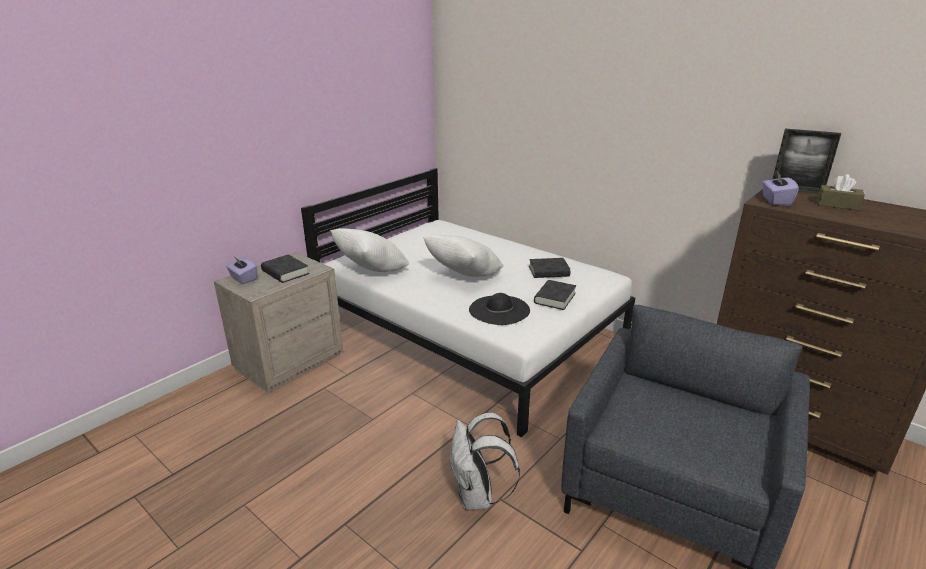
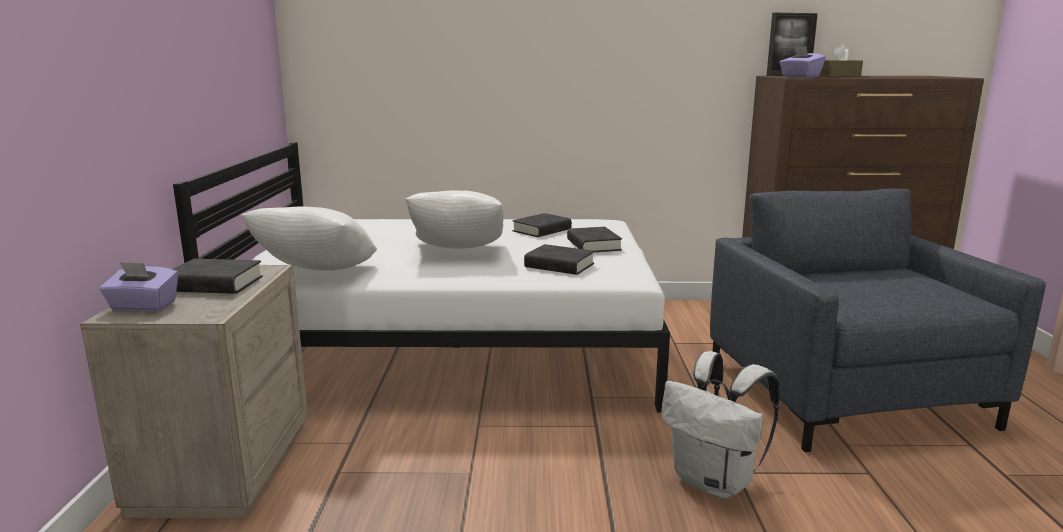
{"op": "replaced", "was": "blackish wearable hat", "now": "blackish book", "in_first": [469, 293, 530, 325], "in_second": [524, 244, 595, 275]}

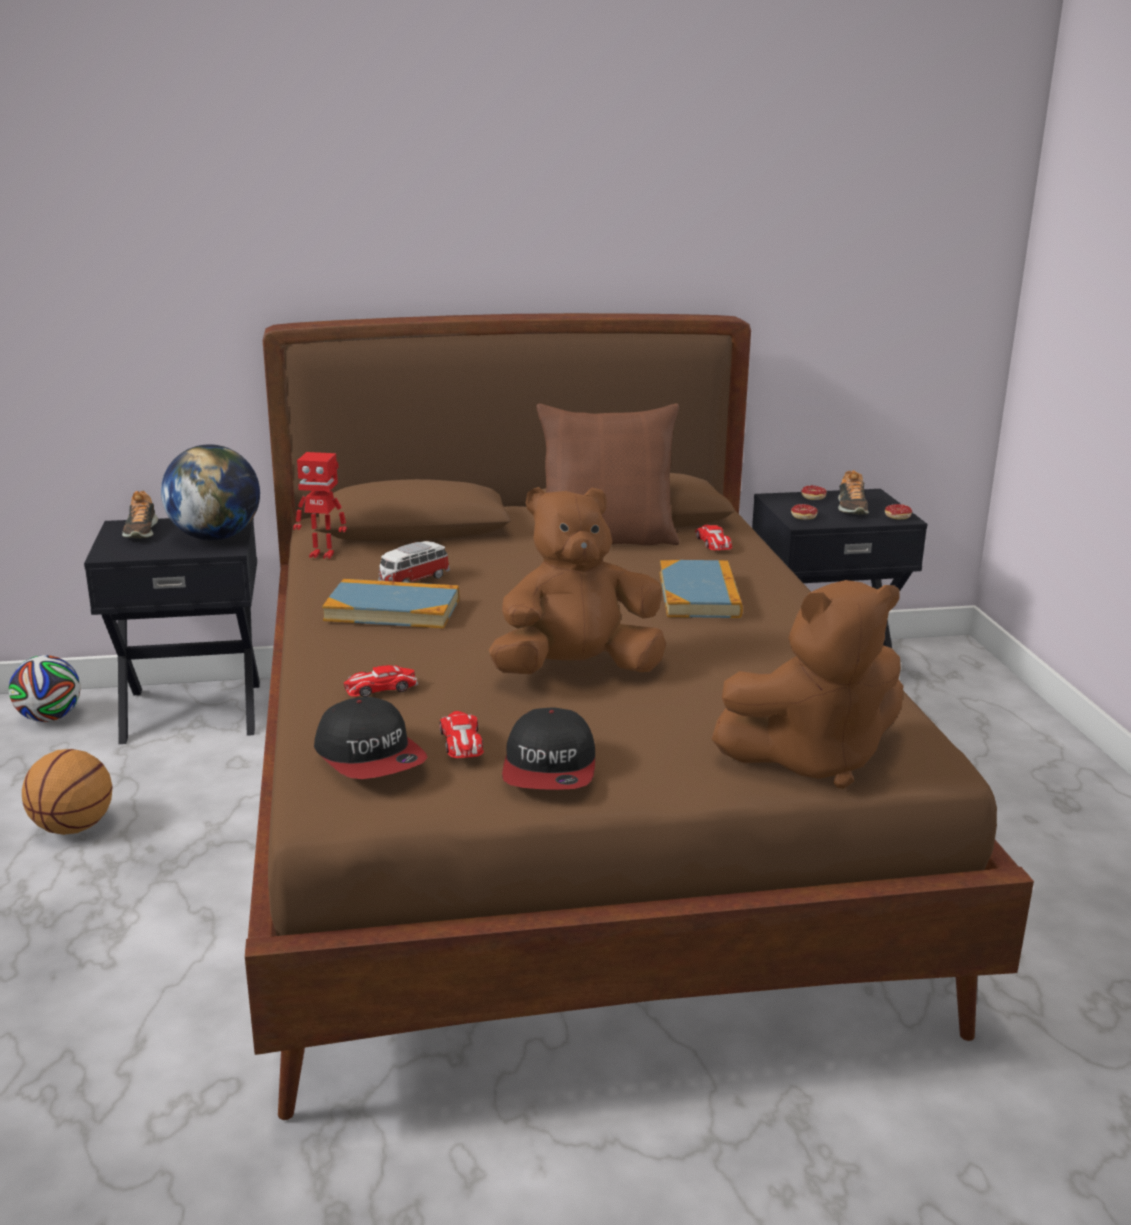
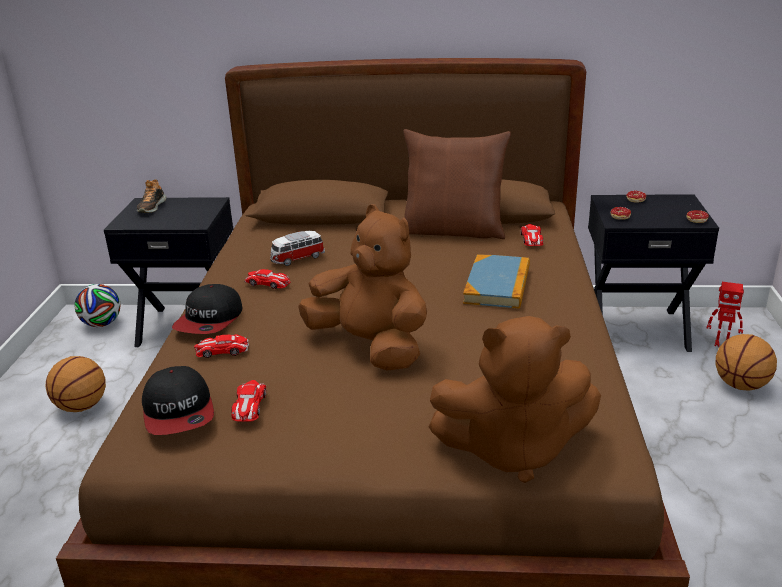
{"op": "removed", "was": "desk globe", "in_first": [161, 444, 260, 540]}
{"op": "removed", "was": "item of footwear", "in_first": [838, 470, 869, 514]}
{"op": "added", "now": "basketball", "in_second": [715, 334, 777, 391]}
{"op": "moved", "was": "model robot", "in_first": [293, 452, 347, 559], "in_second": [707, 282, 744, 347]}
{"op": "moved", "was": "baseball cap", "in_first": [502, 707, 595, 790], "in_second": [172, 284, 242, 334]}
{"op": "replaced", "was": "book", "now": "toy car", "in_first": [322, 579, 459, 628], "in_second": [244, 269, 290, 289]}
{"op": "turned", "was": "brownish plush toy", "in_first": [489, 487, 666, 674], "in_second": [298, 205, 427, 370], "clockwise": 45}

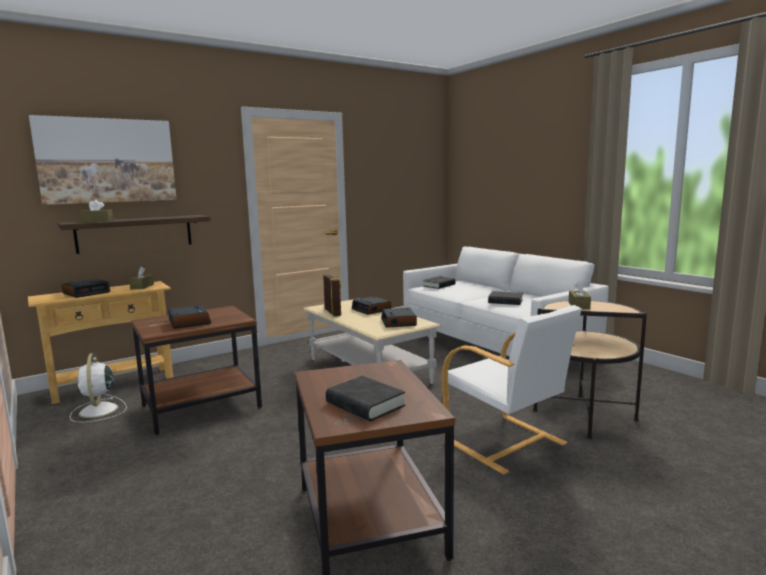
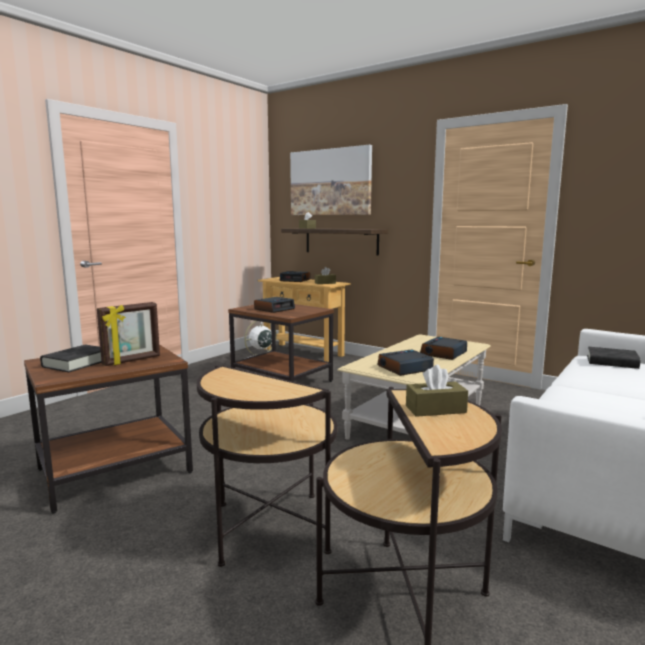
{"op": "removed", "was": "blackish book", "in_first": [488, 291, 523, 305]}
{"op": "moved", "was": "picture frame", "in_first": [323, 275, 341, 316], "in_second": [97, 302, 160, 366]}
{"op": "replaced", "was": "white-coloured lounge chair", "now": "end table", "in_first": [442, 305, 582, 475], "in_second": [197, 365, 337, 567]}

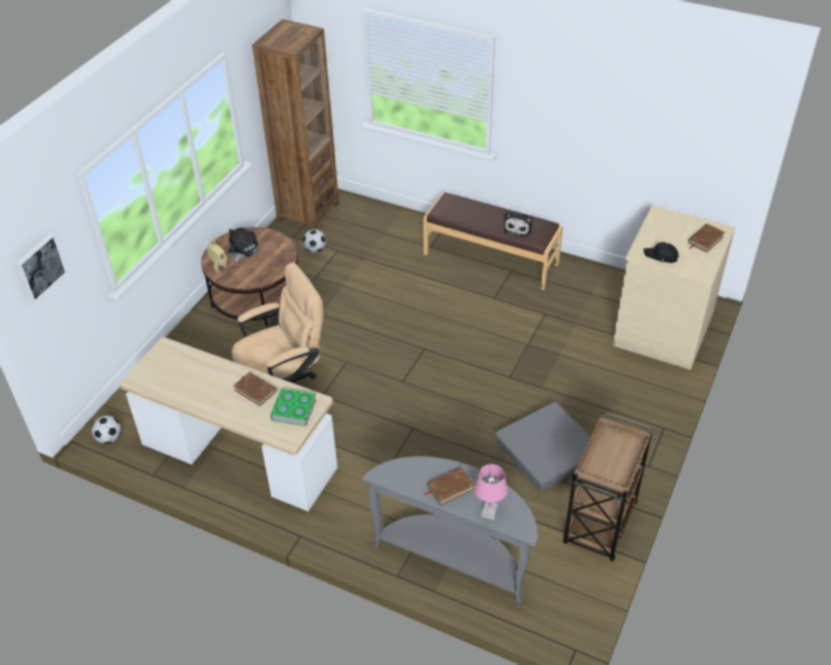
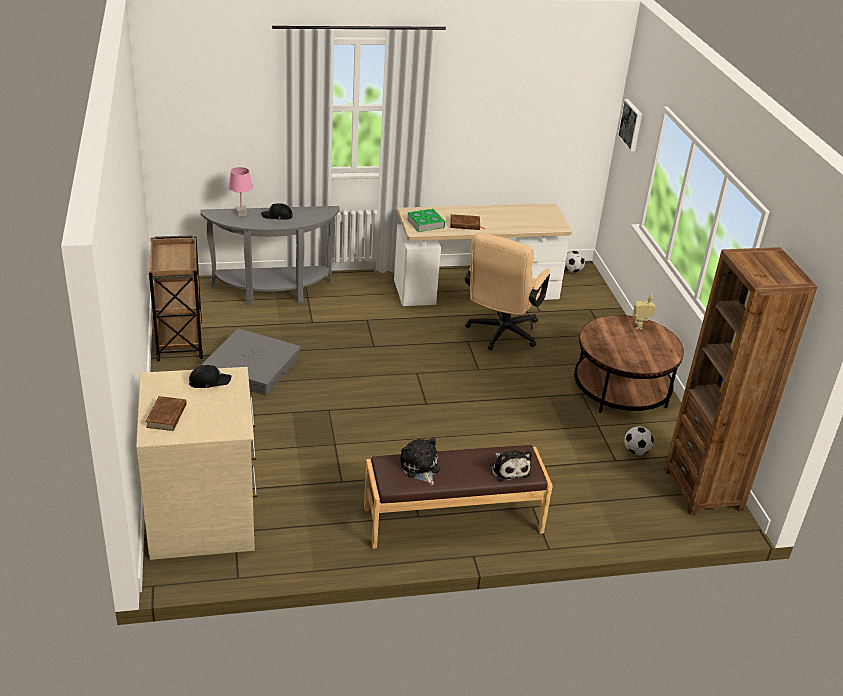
{"op": "moved", "was": "plush toy", "in_first": [228, 227, 258, 263], "in_second": [490, 450, 532, 482]}
{"op": "replaced", "was": "brownish book", "now": "blackish baseball cap", "in_first": [424, 467, 474, 506], "in_second": [261, 203, 293, 220]}

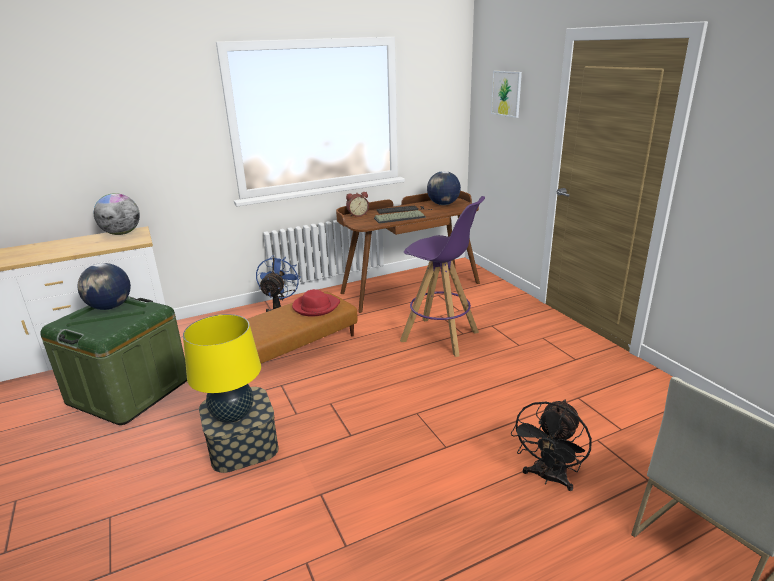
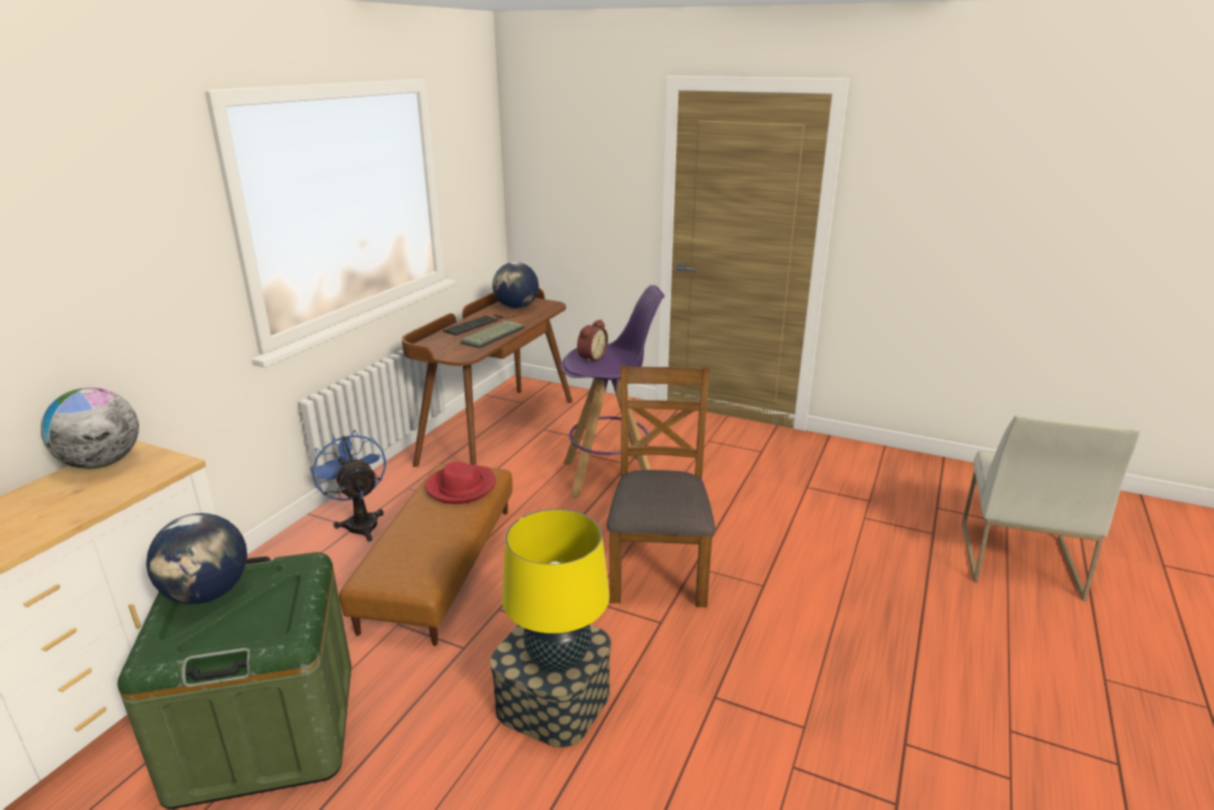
{"op": "removed", "was": "wall picture", "in_first": [491, 71, 522, 118]}
{"op": "removed", "was": "blackish fan", "in_first": [511, 400, 592, 491]}
{"op": "added", "now": "brownish upright chair", "in_second": [607, 365, 715, 607]}
{"op": "moved", "was": "alarm clock", "in_first": [346, 192, 369, 217], "in_second": [577, 319, 608, 363]}

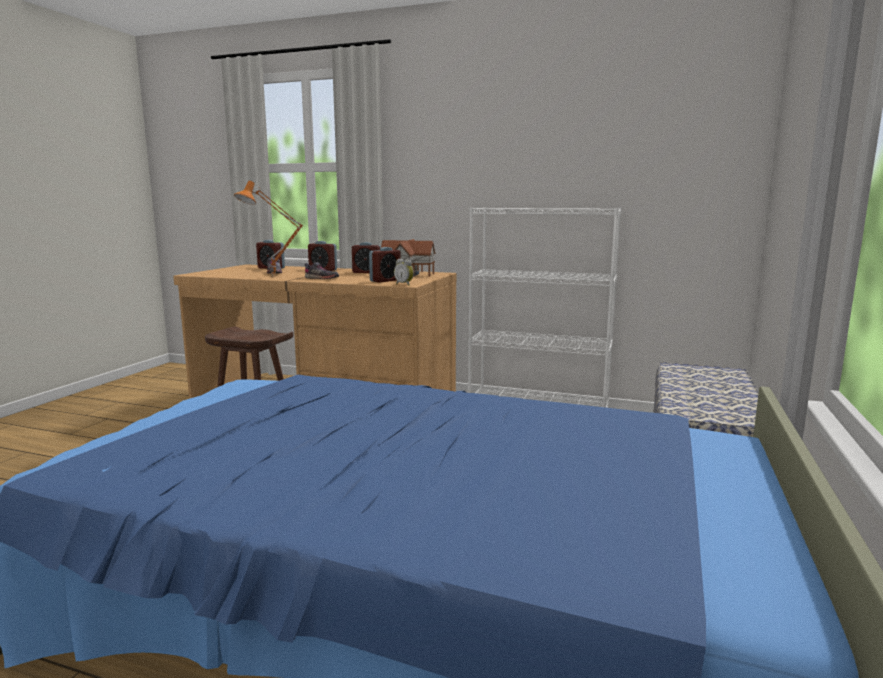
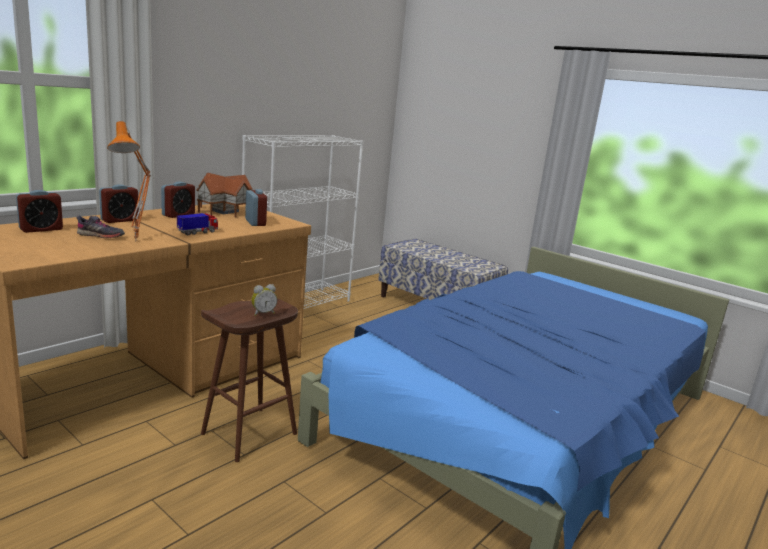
{"op": "moved", "was": "alarm clock", "in_first": [394, 259, 414, 286], "in_second": [251, 284, 277, 316]}
{"op": "replaced", "was": "greyish item of footwear", "now": "toy truck", "in_first": [304, 262, 339, 279], "in_second": [177, 213, 218, 235]}

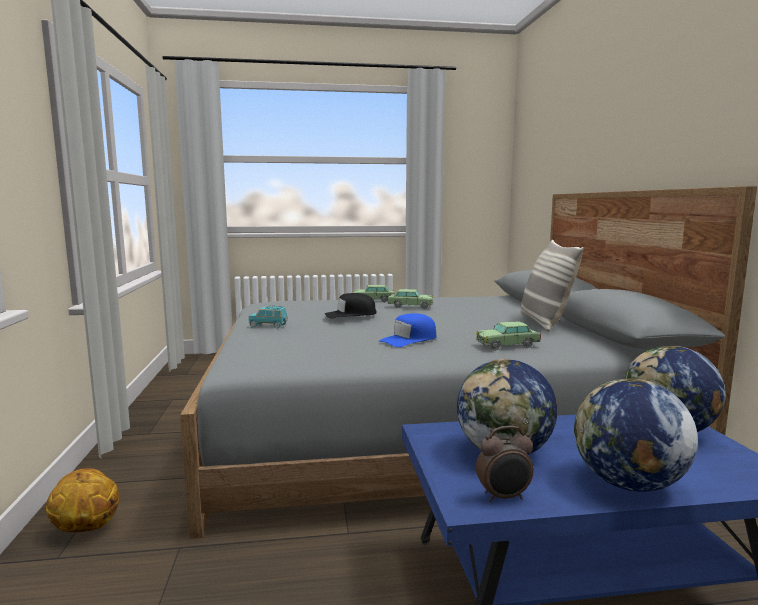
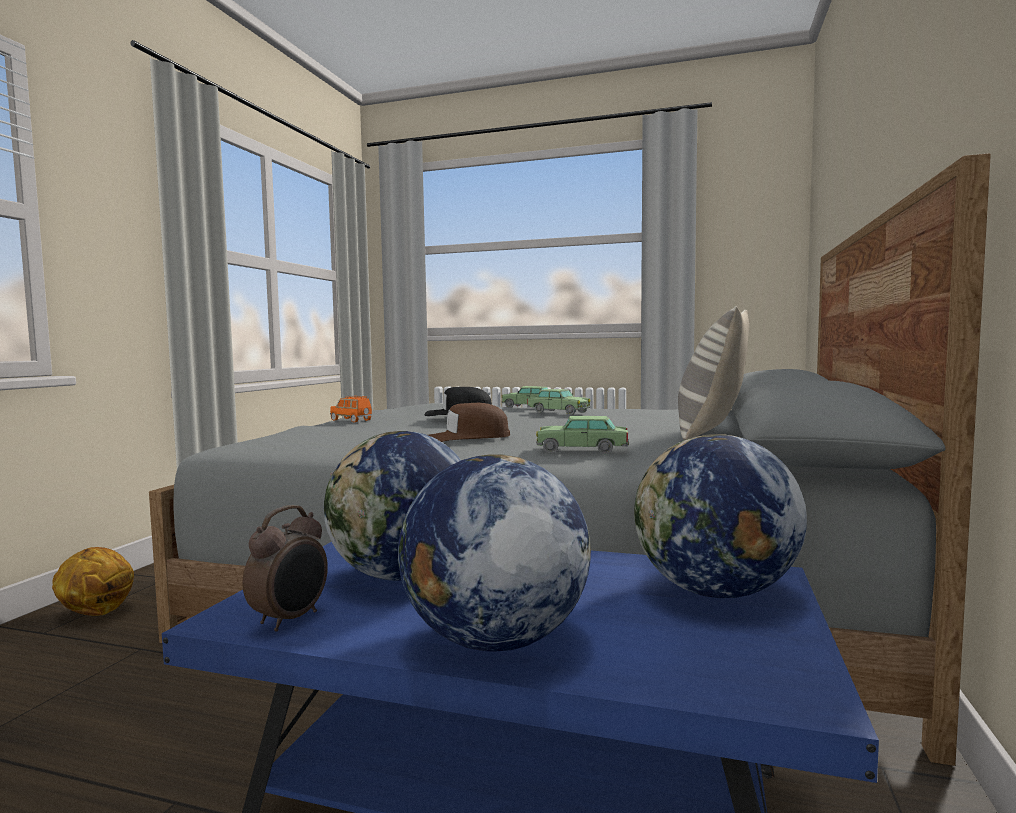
{"op": "recoloured", "was": "turquoise toy car", "now": "orange-coloured toy car", "in_first": [249, 306, 288, 328], "in_second": [330, 396, 372, 422]}
{"op": "recoloured", "was": "blue-coloured baseball cap", "now": "brownish baseball cap", "in_first": [379, 313, 436, 347], "in_second": [428, 403, 510, 442]}
{"op": "turned", "was": "alarm clock", "in_first": [476, 426, 534, 502], "in_second": [243, 505, 328, 632], "clockwise": -75}

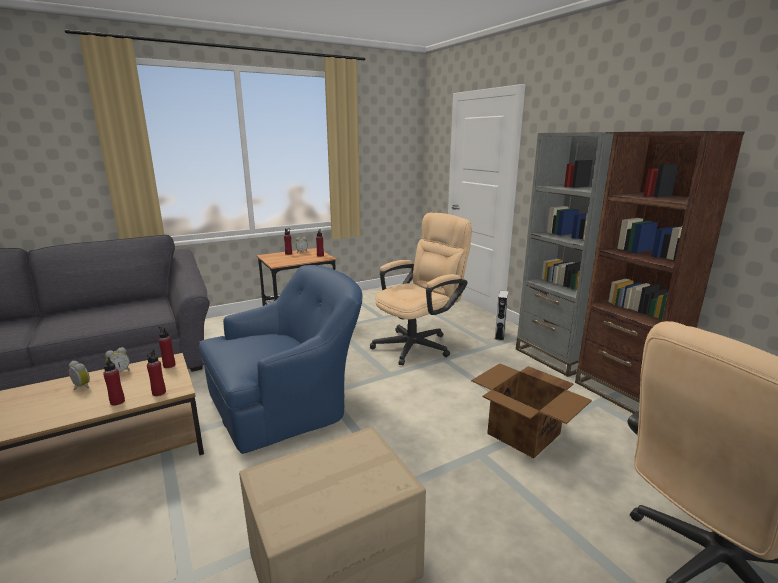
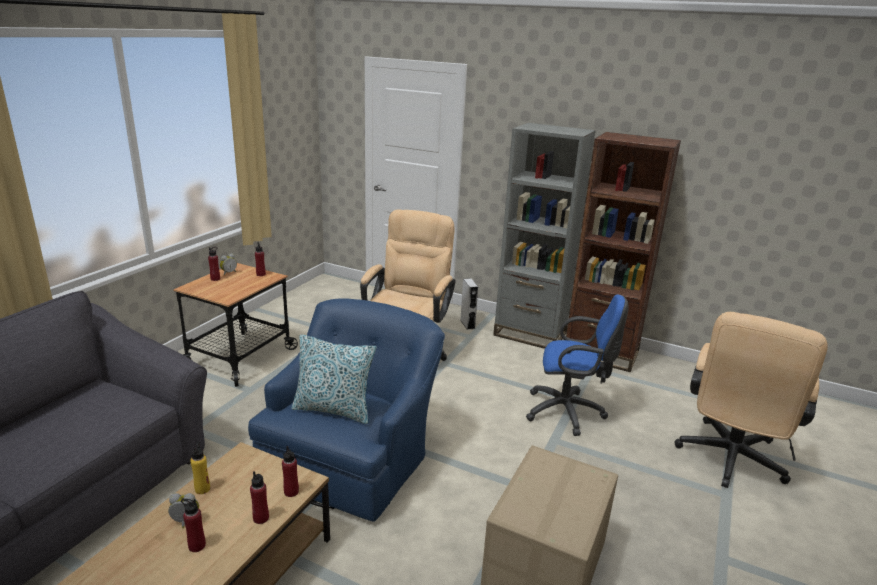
{"op": "added", "now": "throw pillow", "in_second": [292, 334, 377, 424]}
{"op": "moved", "was": "reddish bottle", "in_first": [159, 326, 176, 368], "in_second": [181, 499, 206, 552]}
{"op": "replaced", "was": "alarm clock", "now": "yellow-coloured bottle", "in_first": [105, 347, 130, 372], "in_second": [191, 442, 210, 494]}
{"op": "replaced", "was": "packing box", "now": "blue-coloured office chair", "in_first": [471, 363, 592, 458], "in_second": [526, 295, 629, 436]}

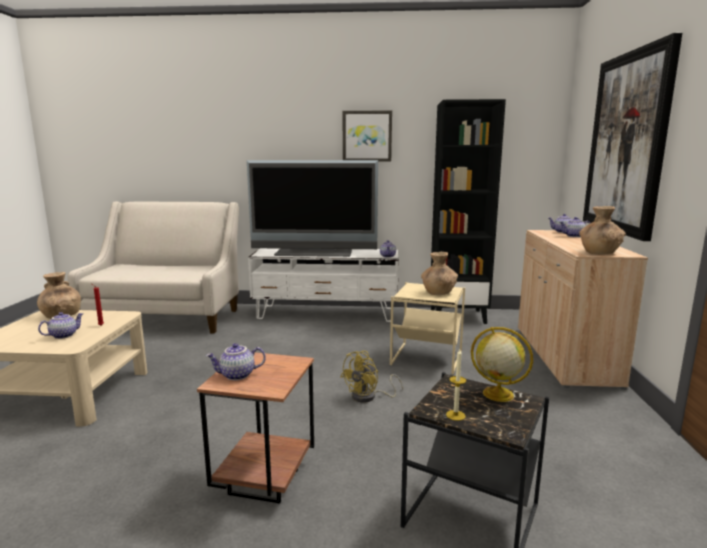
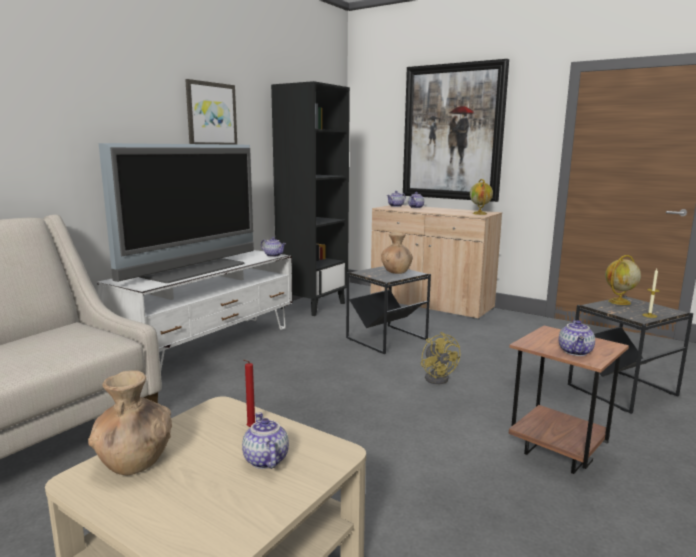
{"op": "replaced", "was": "brownish vase", "now": "desk globe", "in_first": [579, 206, 626, 254], "in_second": [470, 179, 493, 215]}
{"op": "recoloured", "was": "beige end table", "now": "blackish end table", "in_first": [390, 282, 465, 375], "in_second": [346, 266, 431, 354]}

